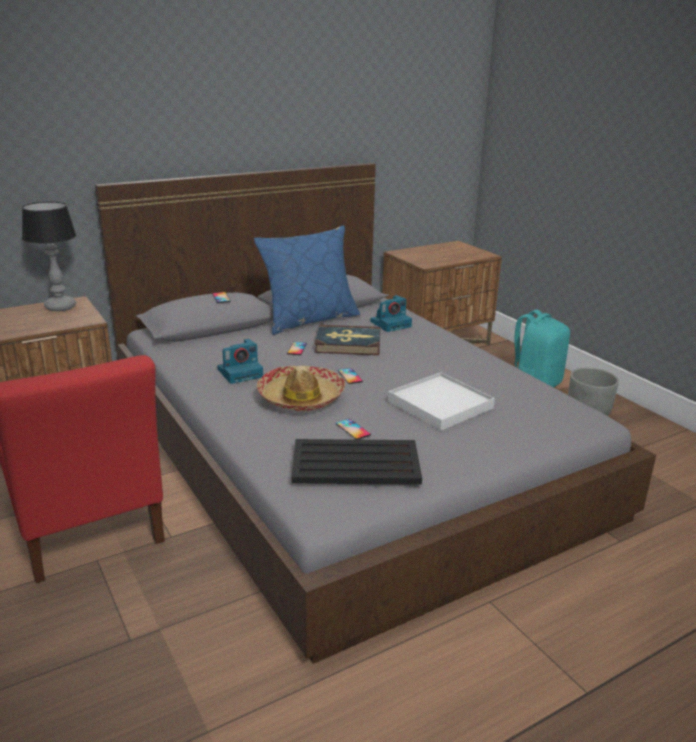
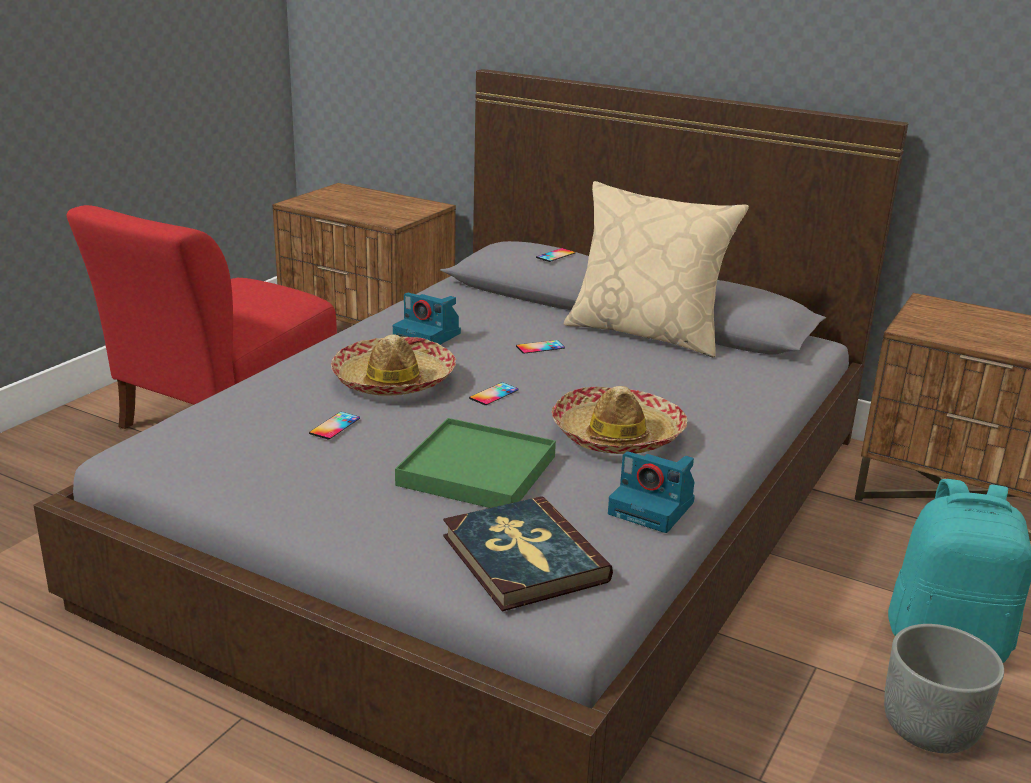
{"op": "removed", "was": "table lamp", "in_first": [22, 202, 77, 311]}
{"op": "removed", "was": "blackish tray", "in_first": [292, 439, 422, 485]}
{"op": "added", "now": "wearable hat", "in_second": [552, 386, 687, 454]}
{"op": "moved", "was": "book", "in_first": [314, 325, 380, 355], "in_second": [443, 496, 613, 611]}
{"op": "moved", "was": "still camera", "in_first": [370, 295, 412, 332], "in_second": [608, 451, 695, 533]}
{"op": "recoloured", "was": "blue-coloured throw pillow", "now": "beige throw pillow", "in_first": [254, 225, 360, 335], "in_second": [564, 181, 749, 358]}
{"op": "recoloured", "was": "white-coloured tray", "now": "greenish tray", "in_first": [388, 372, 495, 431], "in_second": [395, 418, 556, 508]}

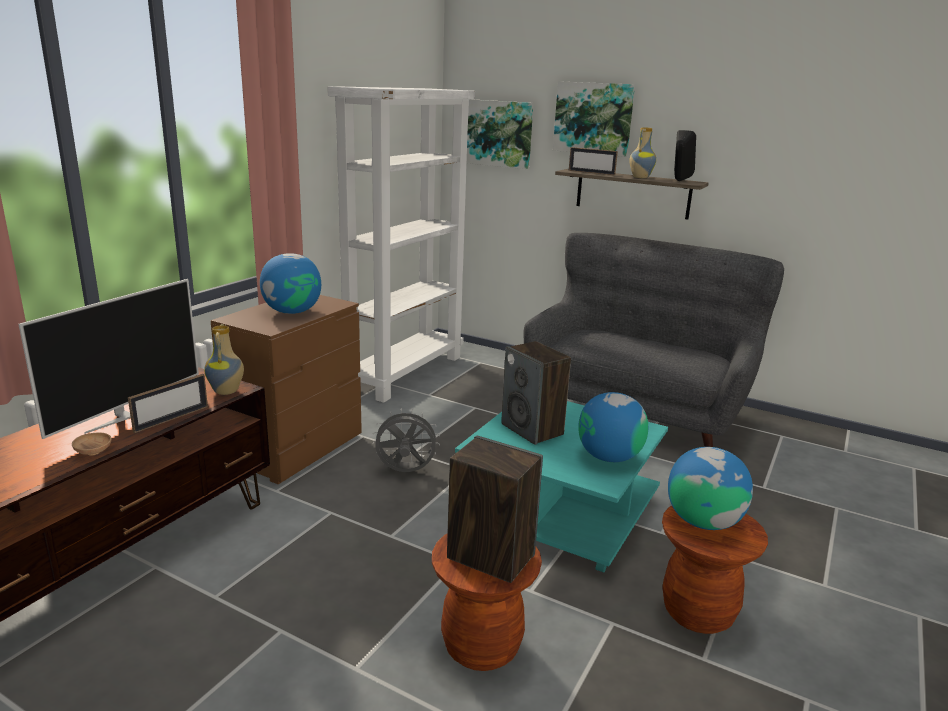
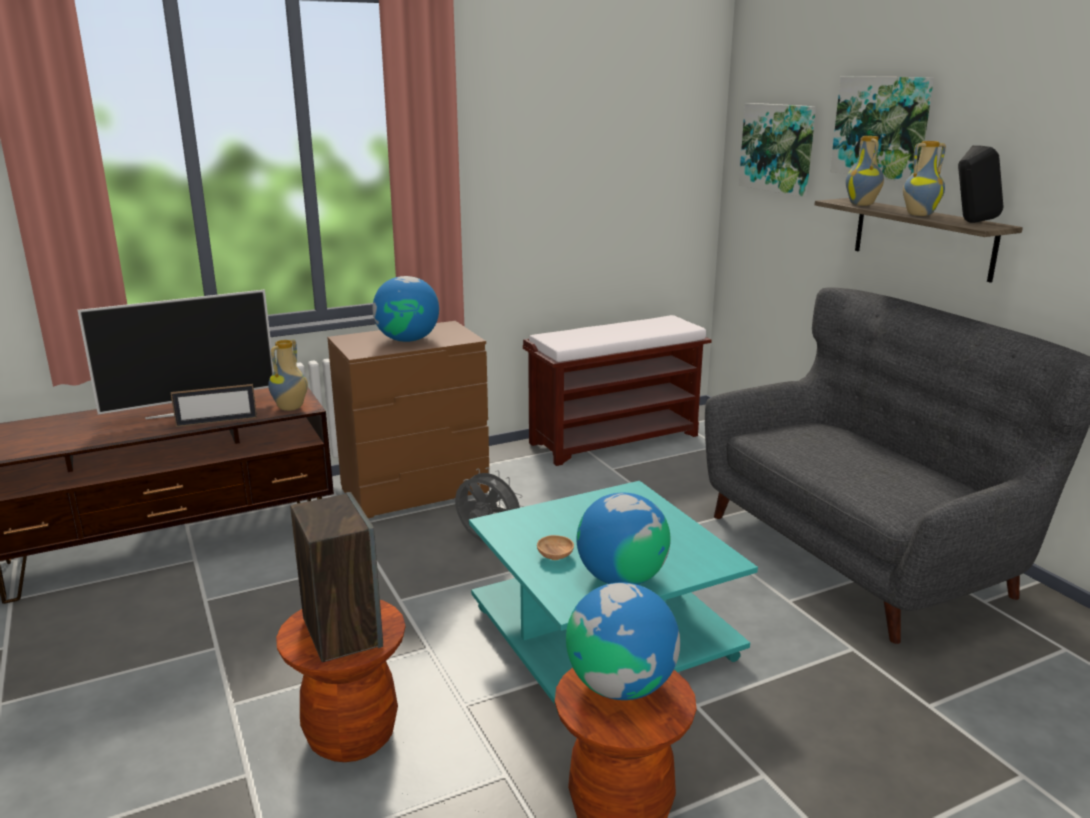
{"op": "removed", "was": "speaker", "in_first": [501, 341, 571, 445]}
{"op": "moved", "was": "brownish deep dish", "in_first": [72, 433, 112, 455], "in_second": [537, 535, 574, 560]}
{"op": "replaced", "was": "white-coloured bookcase", "now": "brownish indoor bench", "in_first": [328, 86, 475, 403], "in_second": [523, 315, 712, 466]}
{"op": "replaced", "was": "picture frame", "now": "vase", "in_first": [569, 147, 618, 175], "in_second": [846, 136, 884, 206]}

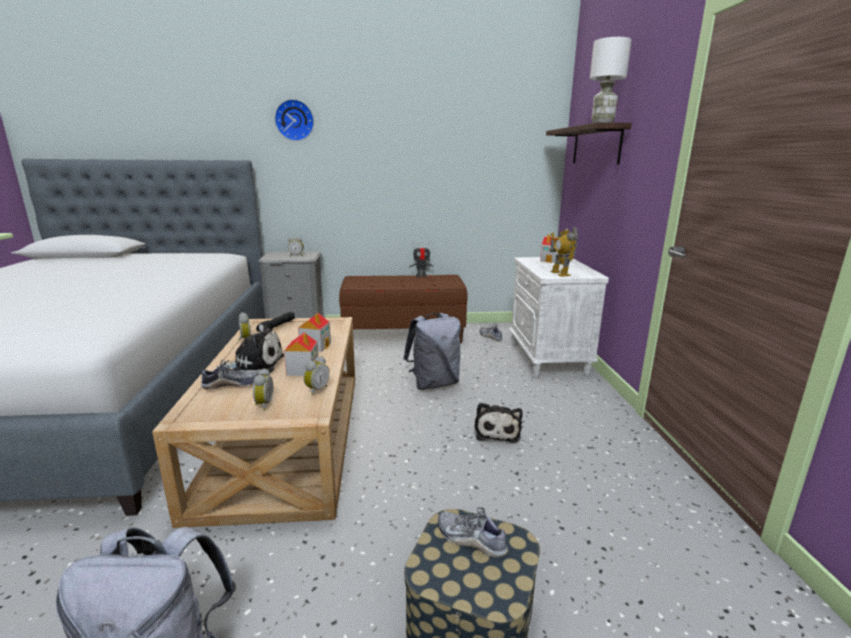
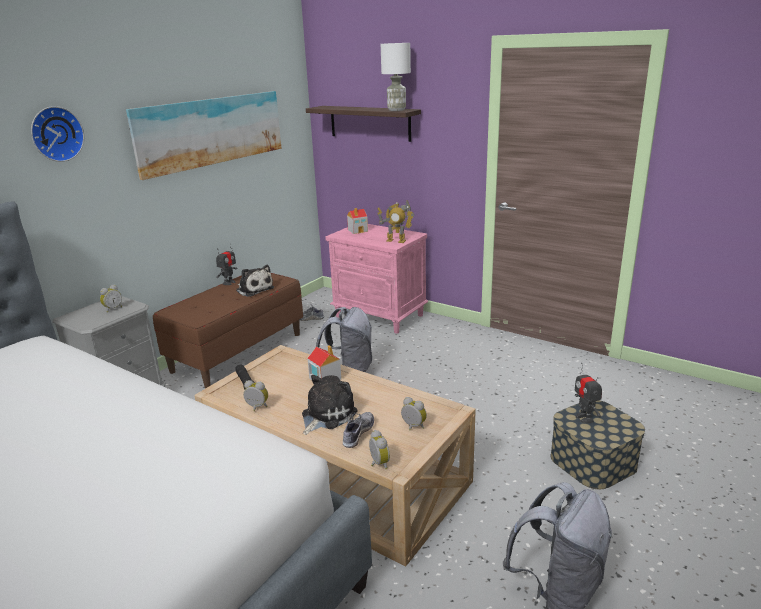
{"op": "removed", "was": "model house", "in_first": [284, 332, 318, 376]}
{"op": "added", "now": "wall picture", "in_second": [126, 91, 281, 180]}
{"op": "moved", "was": "alarm clock", "in_first": [304, 356, 329, 395], "in_second": [369, 430, 390, 469]}
{"op": "moved", "was": "plush toy", "in_first": [474, 403, 523, 443], "in_second": [236, 265, 274, 297]}
{"op": "replaced", "was": "item of footwear", "now": "model robot", "in_first": [438, 507, 507, 558], "in_second": [575, 363, 602, 424]}
{"op": "recoloured", "was": "white-coloured nightstand", "now": "pinkish nightstand", "in_first": [509, 257, 609, 377], "in_second": [325, 224, 428, 334]}

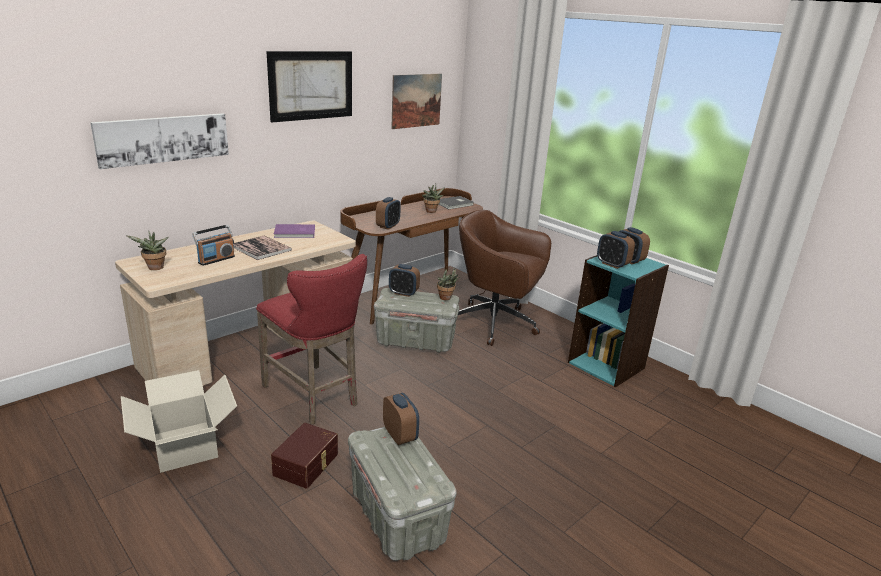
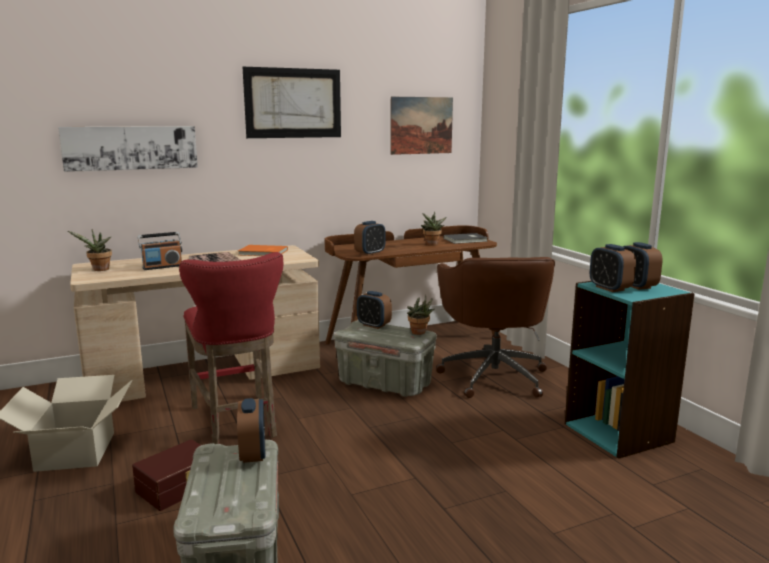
{"op": "recoloured", "was": "purplish book", "now": "orange-coloured book", "in_first": [274, 224, 315, 238], "in_second": [238, 245, 288, 256]}
{"op": "turned", "was": "brownish office chair", "in_first": [458, 210, 551, 346], "in_second": [436, 257, 555, 398], "clockwise": -135}

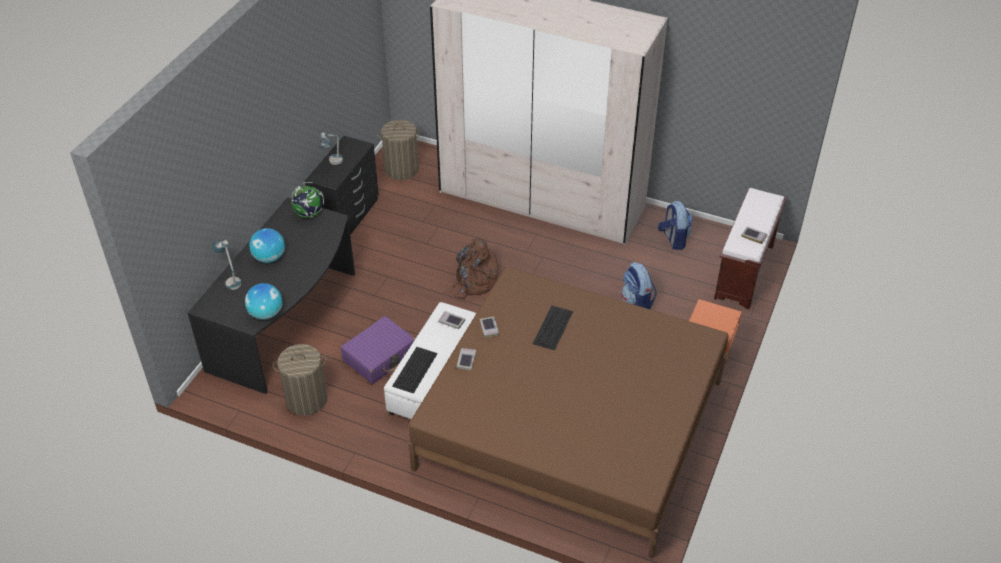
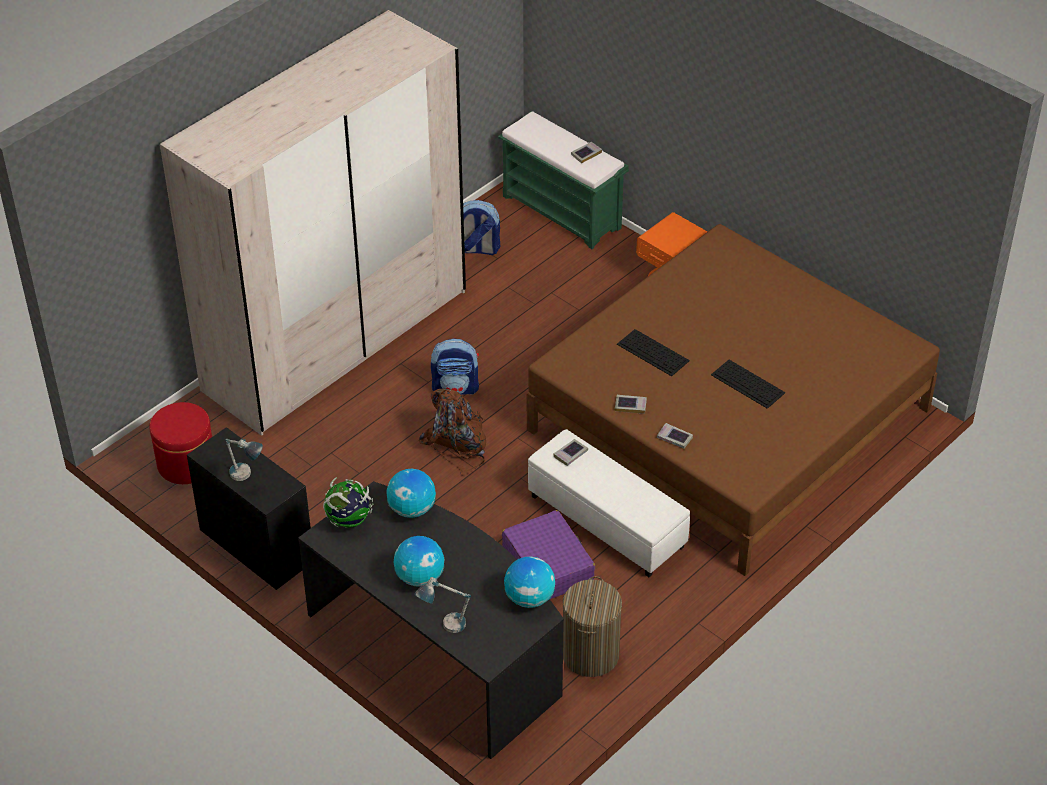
{"op": "added", "now": "desk globe", "in_second": [386, 469, 436, 518]}
{"op": "moved", "was": "computer keyboard", "in_first": [392, 347, 438, 394], "in_second": [711, 360, 786, 409]}
{"op": "moved", "was": "rucksack", "in_first": [621, 262, 657, 309], "in_second": [431, 339, 479, 395]}
{"op": "replaced", "was": "laundry basket", "now": "reddish ottoman", "in_first": [377, 120, 421, 180], "in_second": [149, 402, 212, 484]}
{"op": "recoloured", "was": "brownish indoor bench", "now": "greenish indoor bench", "in_first": [714, 188, 787, 309], "in_second": [498, 111, 629, 249]}

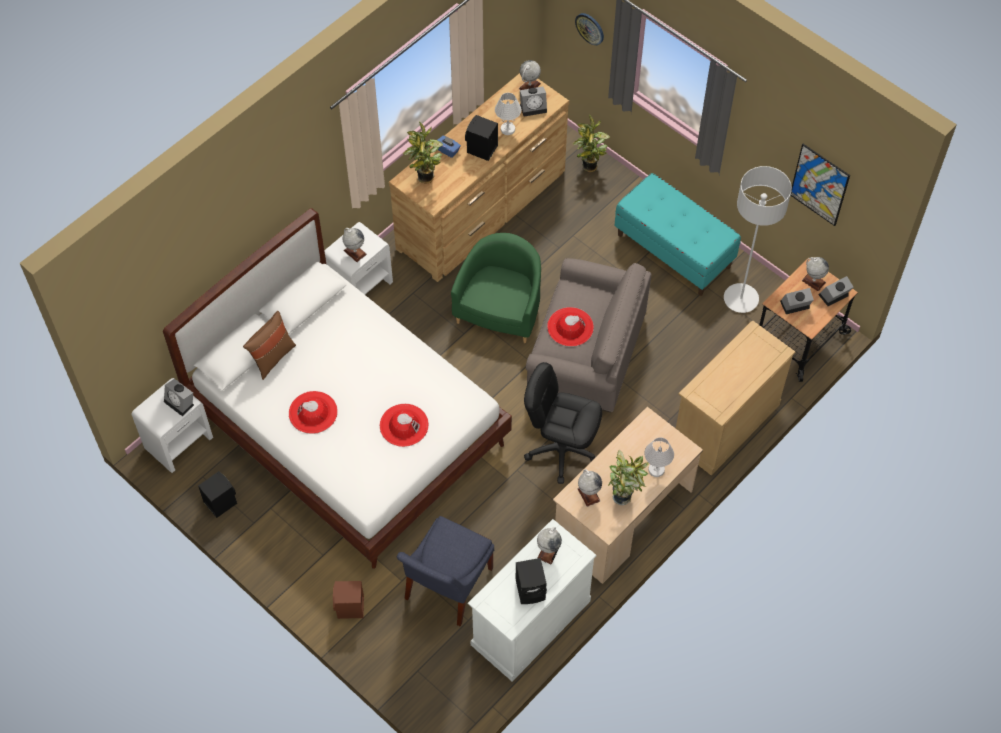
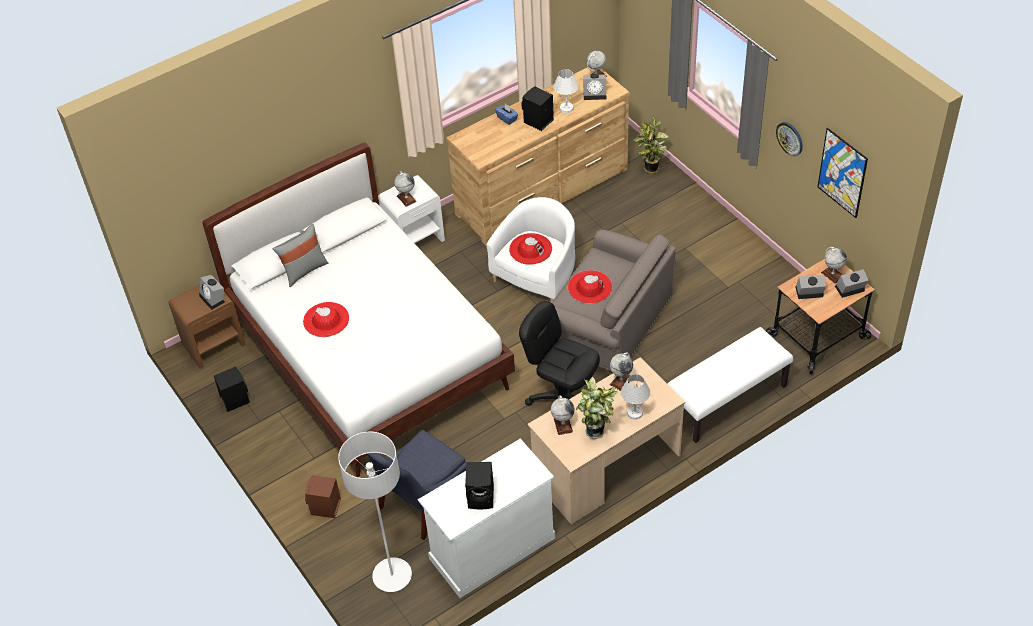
{"op": "removed", "was": "plant in a pot", "in_first": [403, 121, 443, 184]}
{"op": "removed", "was": "turquoise indoor bench", "in_first": [615, 173, 741, 296]}
{"op": "moved", "was": "reddish wearable hat", "in_first": [380, 404, 429, 447], "in_second": [509, 233, 552, 265]}
{"op": "moved", "was": "desk globe", "in_first": [537, 527, 562, 564], "in_second": [610, 352, 633, 391]}
{"op": "moved", "was": "clock on the wall", "in_first": [575, 13, 604, 45], "in_second": [776, 122, 803, 156]}
{"op": "moved", "was": "greyish standing lamp", "in_first": [724, 166, 792, 313], "in_second": [338, 431, 412, 592]}
{"op": "replaced", "was": "beige dresser", "now": "white-coloured indoor bench", "in_first": [676, 320, 795, 475], "in_second": [667, 327, 793, 443]}
{"op": "recoloured", "was": "white-coloured nightstand", "now": "brownish nightstand", "in_first": [131, 378, 213, 473], "in_second": [168, 285, 246, 369]}
{"op": "recoloured", "was": "brownish throw pillow", "now": "greyish throw pillow", "in_first": [243, 311, 296, 380], "in_second": [273, 224, 328, 287]}
{"op": "recoloured", "was": "greenish lounge chair", "now": "white-coloured lounge chair", "in_first": [451, 233, 541, 343], "in_second": [487, 197, 575, 303]}

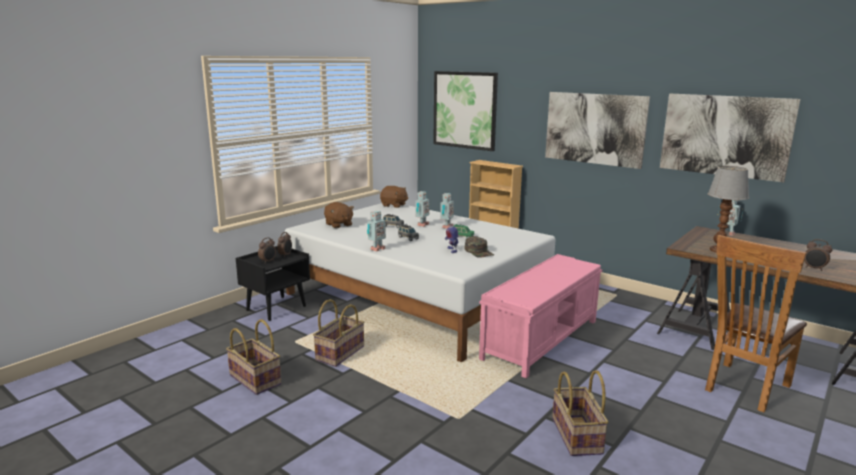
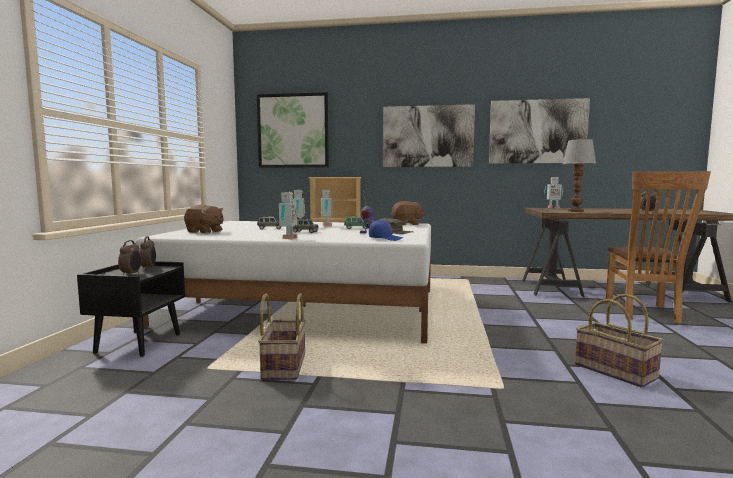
{"op": "removed", "was": "basket", "in_first": [226, 319, 281, 395]}
{"op": "removed", "was": "pinkish indoor bench", "in_first": [479, 254, 603, 378]}
{"op": "added", "now": "blue-coloured baseball cap", "in_second": [369, 220, 403, 241]}
{"op": "moved", "was": "brownish plush toy", "in_first": [380, 186, 408, 208], "in_second": [391, 201, 425, 225]}

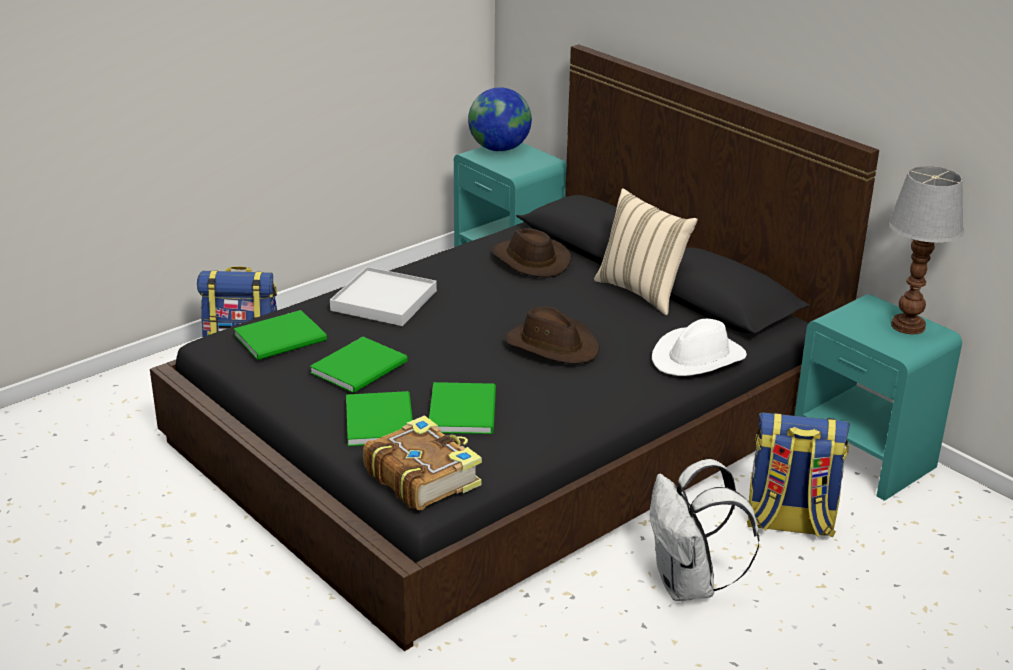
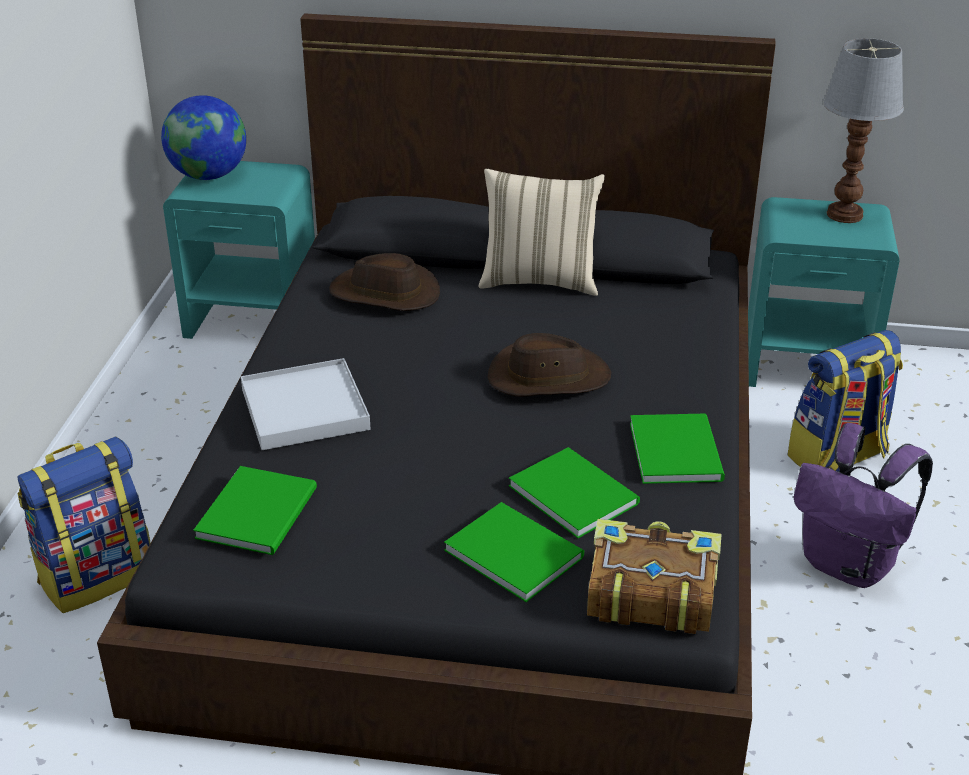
{"op": "removed", "was": "white-coloured wearable hat", "in_first": [652, 319, 747, 376]}
{"op": "moved", "was": "greenish book", "in_first": [310, 337, 408, 393], "in_second": [630, 414, 725, 484]}
{"op": "recoloured", "was": "white-coloured rucksack", "now": "purplish rucksack", "in_first": [649, 459, 760, 601], "in_second": [794, 423, 933, 588]}

